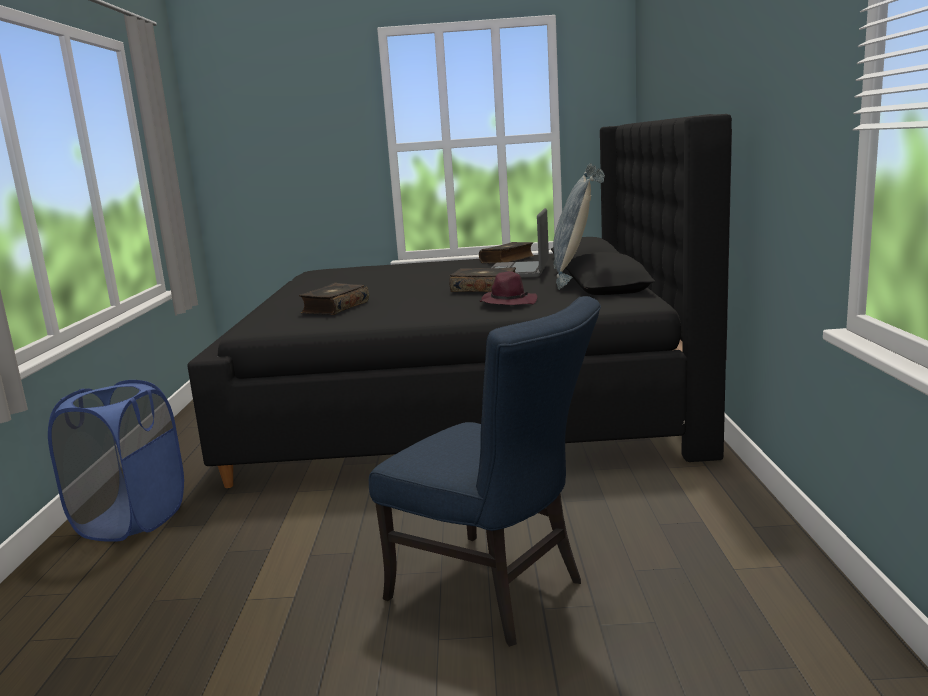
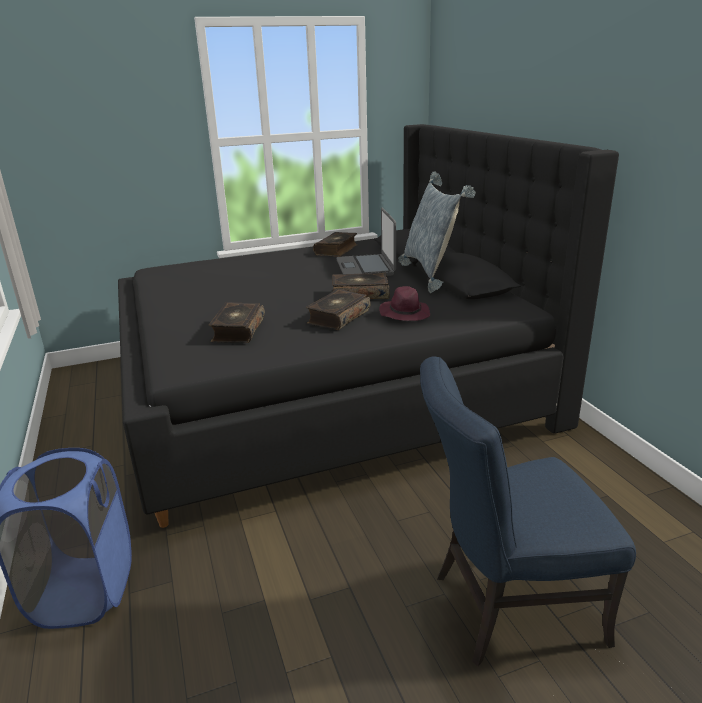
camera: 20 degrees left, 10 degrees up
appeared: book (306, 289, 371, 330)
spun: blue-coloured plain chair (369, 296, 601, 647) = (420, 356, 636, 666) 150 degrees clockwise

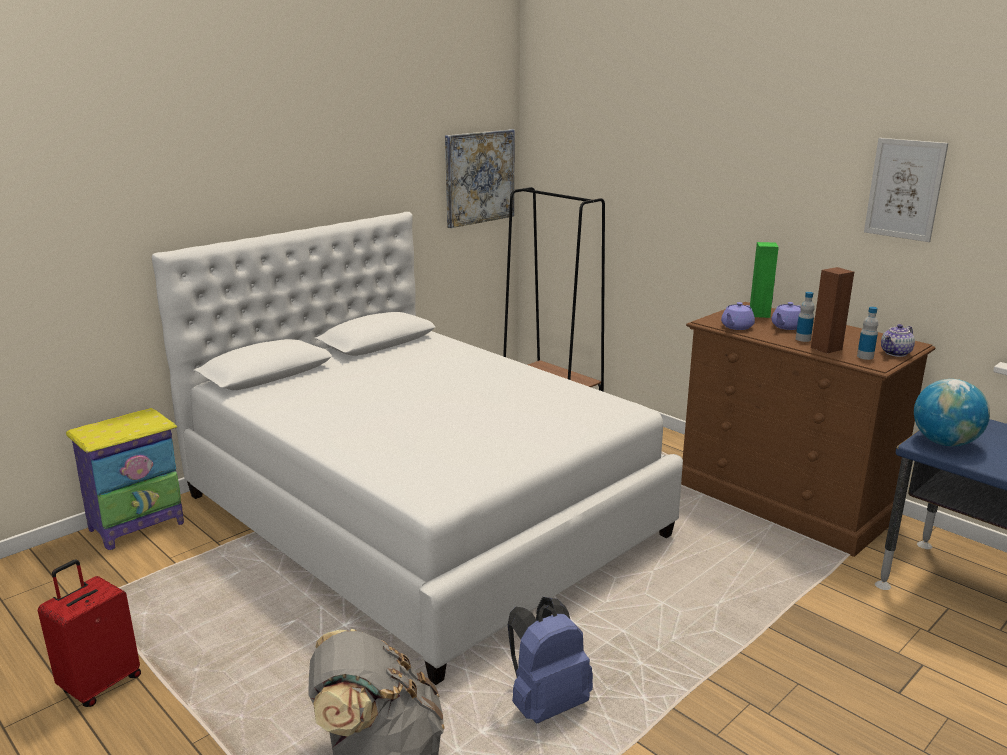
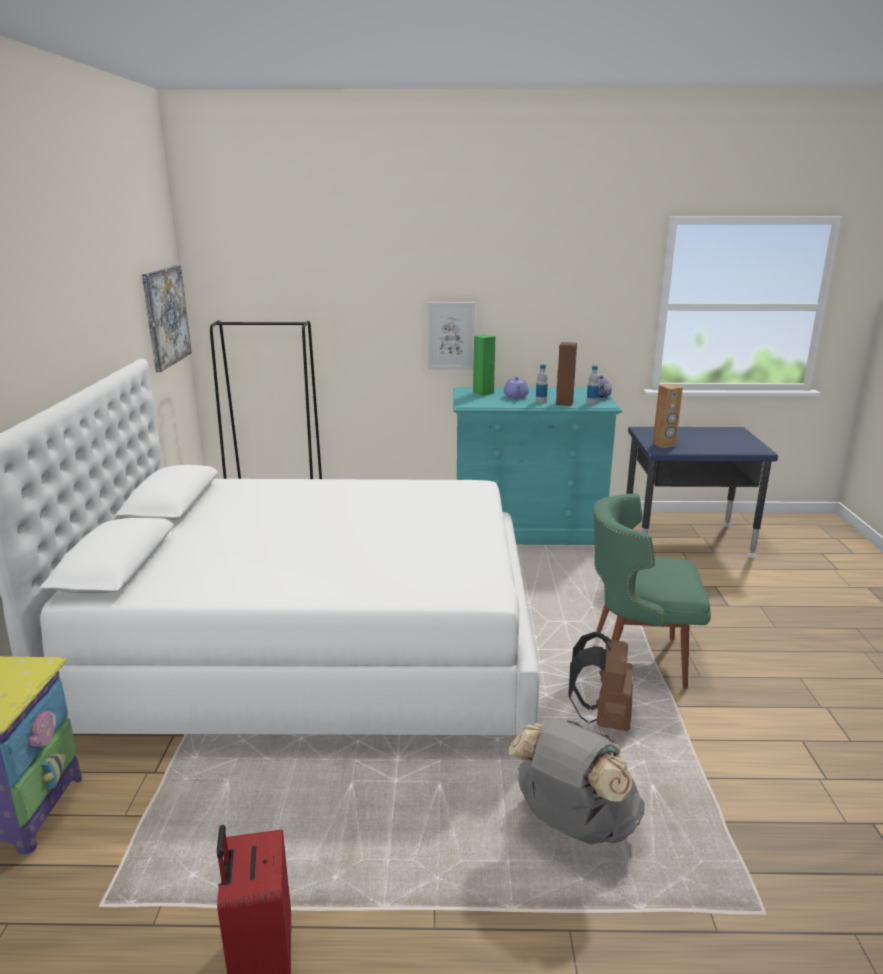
camera: 45 degrees left, 0 degrees up
missing: purple pot for tea (721, 302, 755, 330)
appeared: greenish plain chair (594, 493, 711, 689)
relocated: wall art (864, 138, 948, 242) to (428, 302, 475, 370)
exchanged: world globe (914, 379, 990, 446) to brownish audio speaker (653, 384, 683, 448)
colour: brownish drawer chest (681, 302, 935, 557) to turquoise-coloured drawer chest (453, 387, 622, 545); blue-coloured knapsack (508, 597, 593, 723) to brownish knapsack (568, 632, 633, 731)

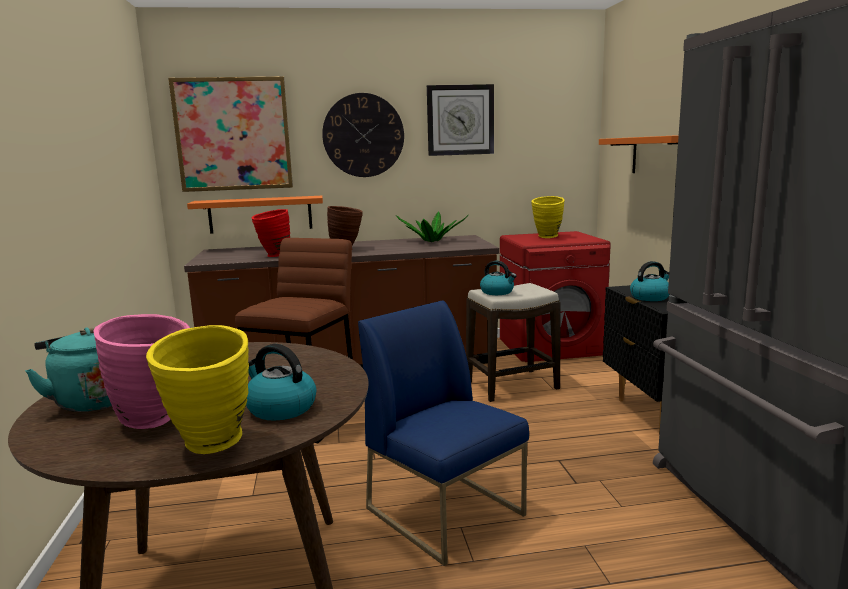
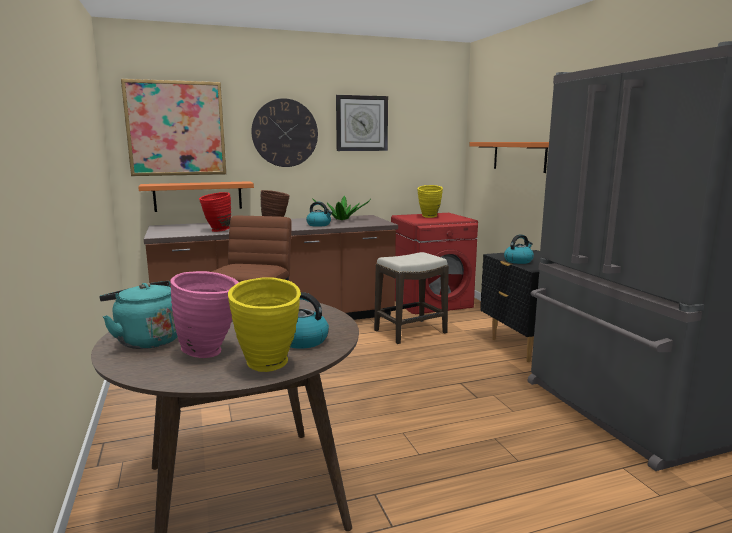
camera: 10 degrees left, 0 degrees up
missing: blue-coloured plain chair (358, 300, 529, 566)
relocated: water kettle (480, 261, 517, 295) to (306, 202, 332, 227)

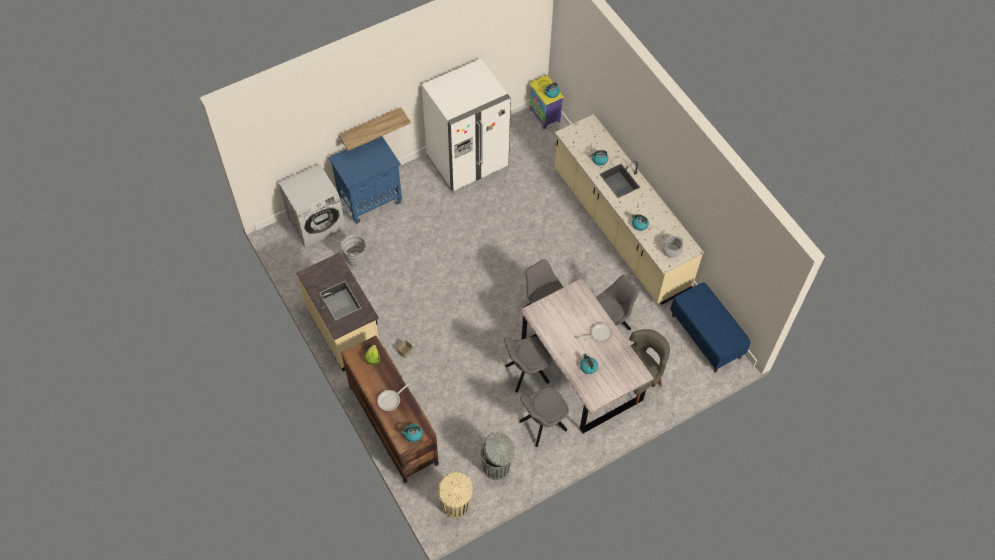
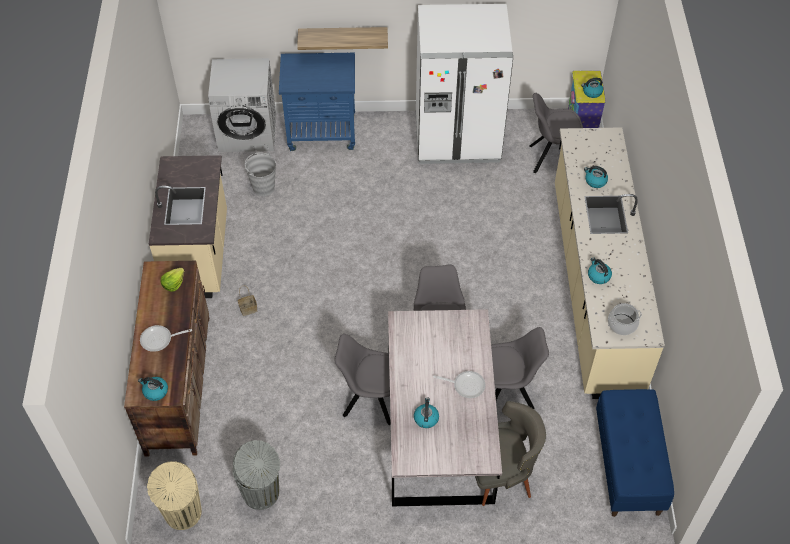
camera: 30 degrees right, 5 degrees down
relocated: grey plain chair (519, 387, 569, 447) to (530, 93, 583, 173)

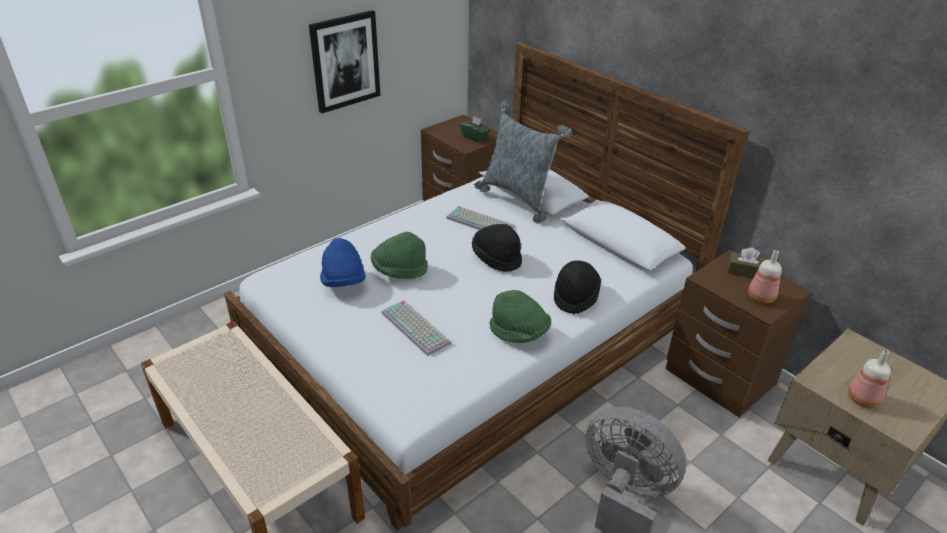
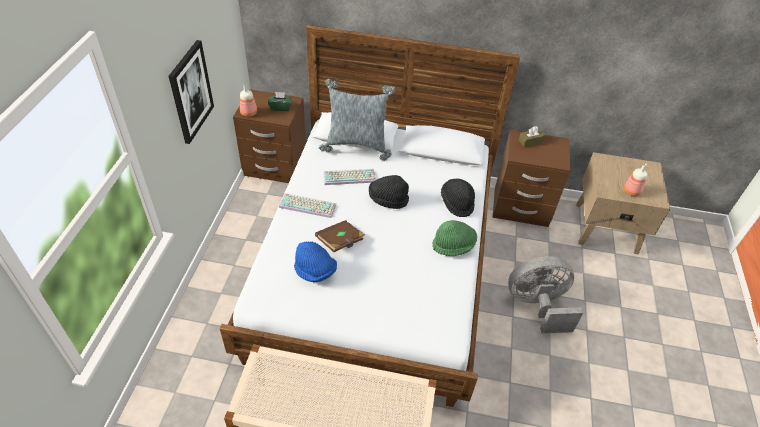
camera: 40 degrees left, 10 degrees up
relocated: drink bottle (748, 250, 782, 304) to (240, 83, 257, 117); computer keyboard (381, 300, 451, 356) to (279, 193, 336, 218)
exchanged: greenish hat (371, 232, 428, 279) to brownish book (315, 220, 365, 252)

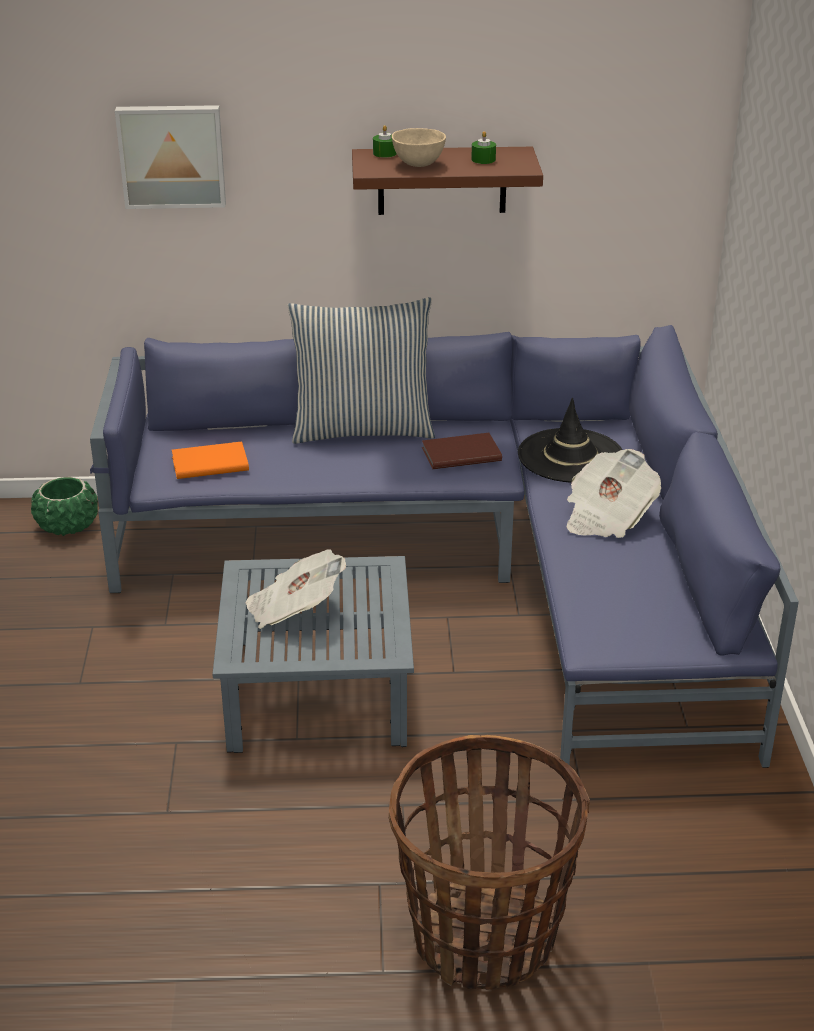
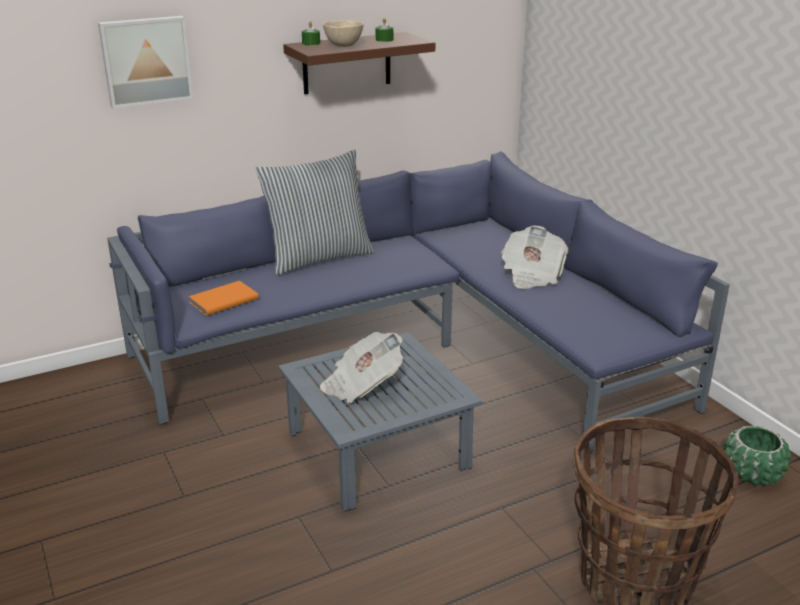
camera: 25 degrees left, 5 degrees down
missing: brownish book (422, 433, 502, 469); black-coloured hat (518, 398, 623, 483)
relocated: greenish flower pot (31, 477, 98, 536) to (723, 425, 791, 485)

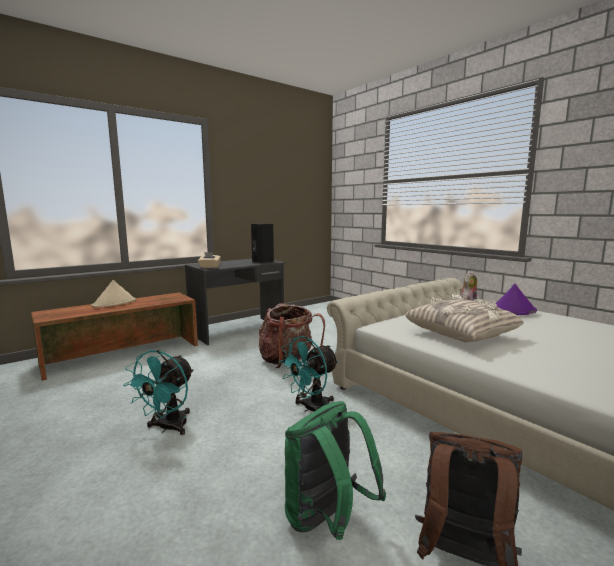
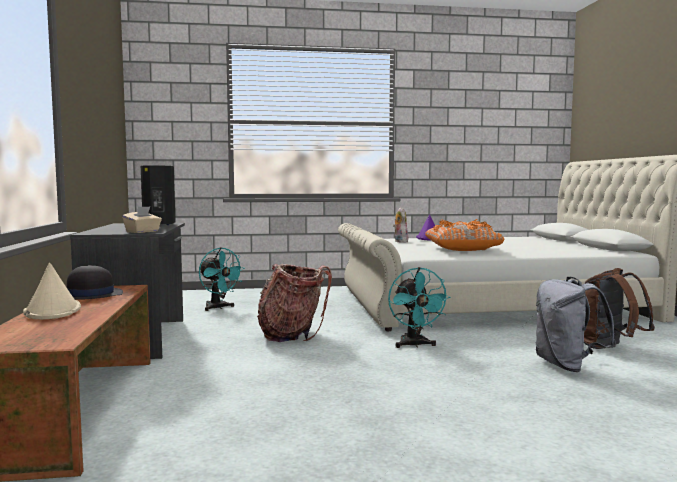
camera: 60 degrees left, 5 degrees down
appeared: black-coloured hat (66, 265, 123, 300)
relocated: turquoise-coloured fan (123, 350, 194, 435) to (199, 247, 245, 311)
colour: beige cushion (405, 294, 524, 342) to orange-coloured cushion (425, 219, 505, 251); greenish knapsack (285, 401, 386, 540) to grey knapsack (536, 277, 616, 372)

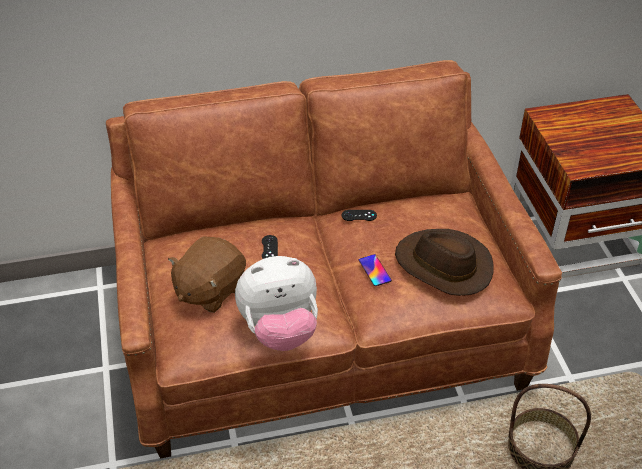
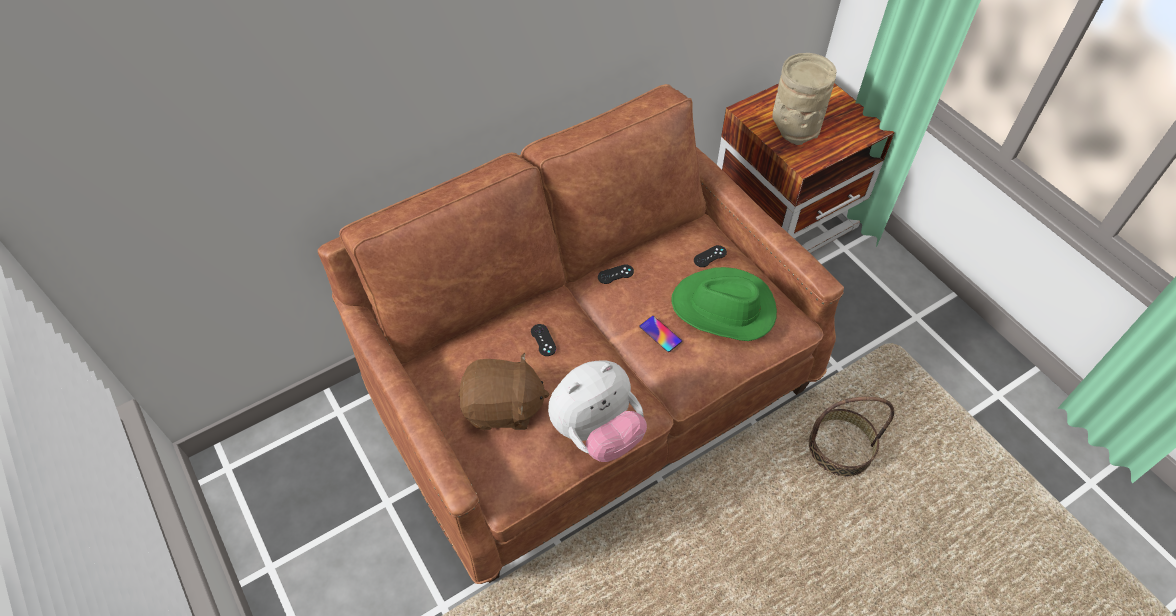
camera: 20 degrees left, 10 degrees up
appeared: black-coloured game controller (694, 245, 727, 267); beige decorative vase (772, 53, 837, 145)
colour: brownish hat (395, 229, 494, 296) to greenish hat (672, 267, 777, 341)
spun: brownish plush toy (168, 237, 246, 313) = (458, 353, 550, 430) 105 degrees counterclockwise

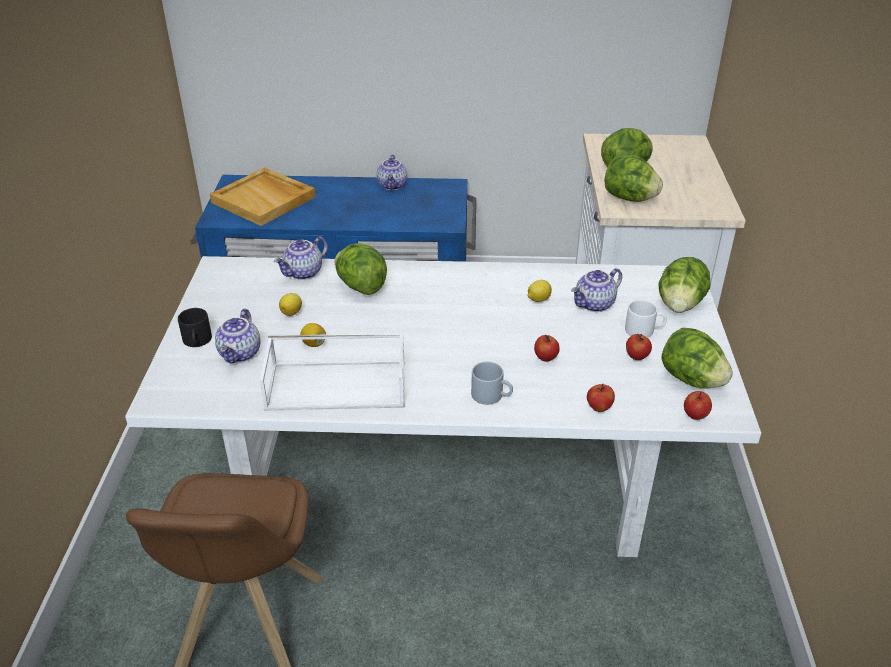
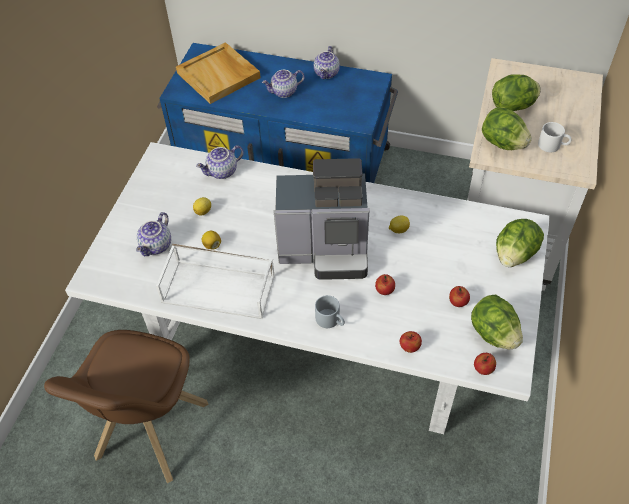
camera: 15 degrees right, 15 degrees up
missing: black-coloured coffee mug (178, 308, 212, 347); lettuce (334, 243, 387, 295)
appeared: coffee maker (274, 158, 369, 280)
relocated: pot for tea (571, 268, 622, 312) to (262, 70, 305, 98); white-coloured coffee mug (625, 300, 667, 338) to (538, 122, 571, 152)

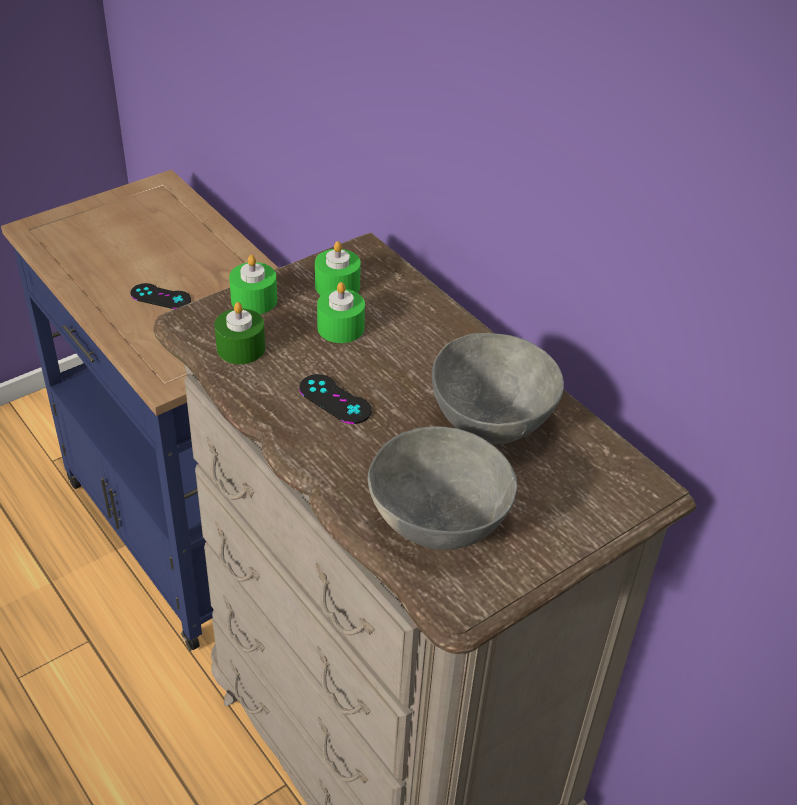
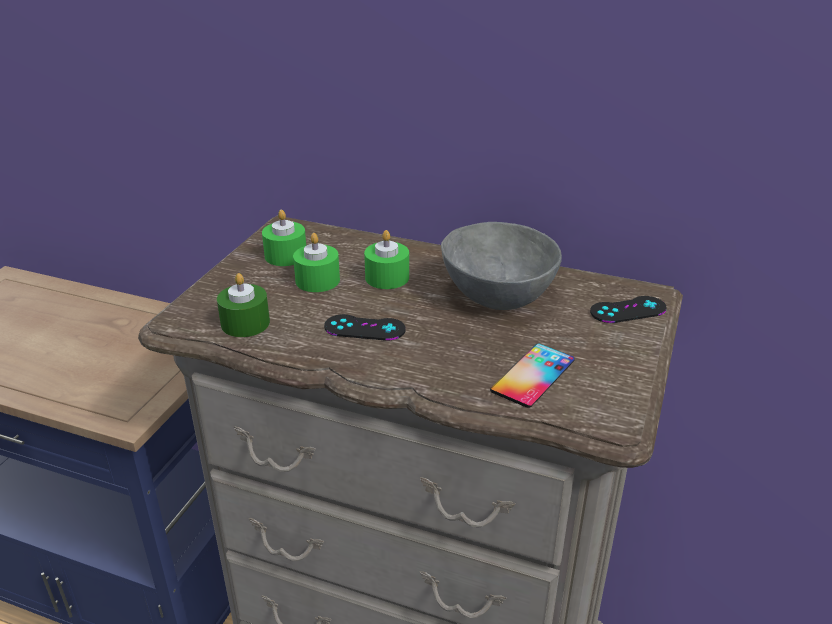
camera: 30 degrees left, 10 degrees down
relocated: greenish wax light (229, 255, 277, 314) to (364, 230, 409, 289); black-coloured game controller (131, 283, 191, 309) to (590, 296, 667, 323)
exchanged: grey bowl (367, 426, 517, 550) to telephone (490, 343, 575, 408)

